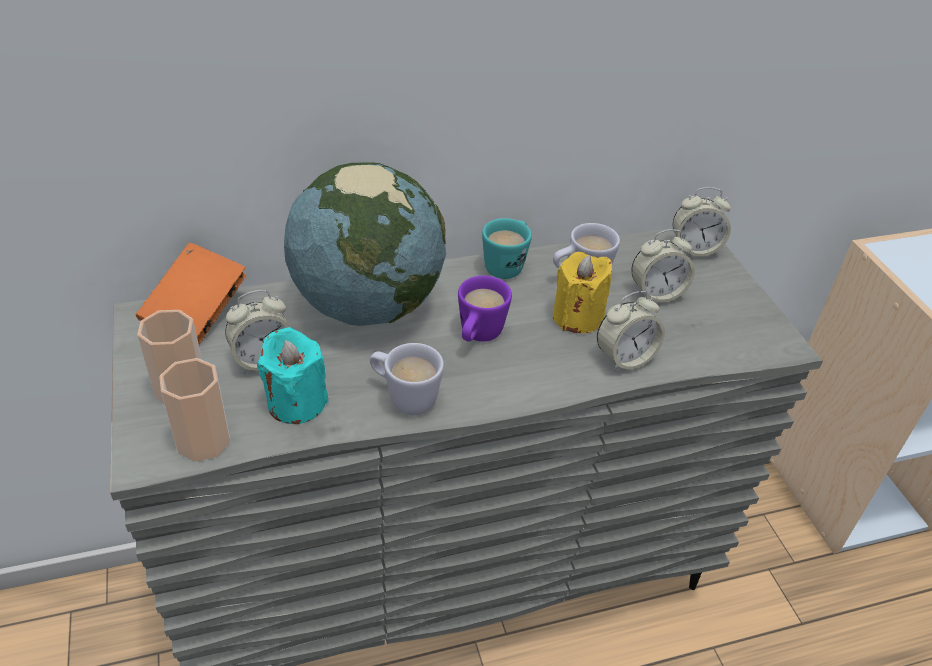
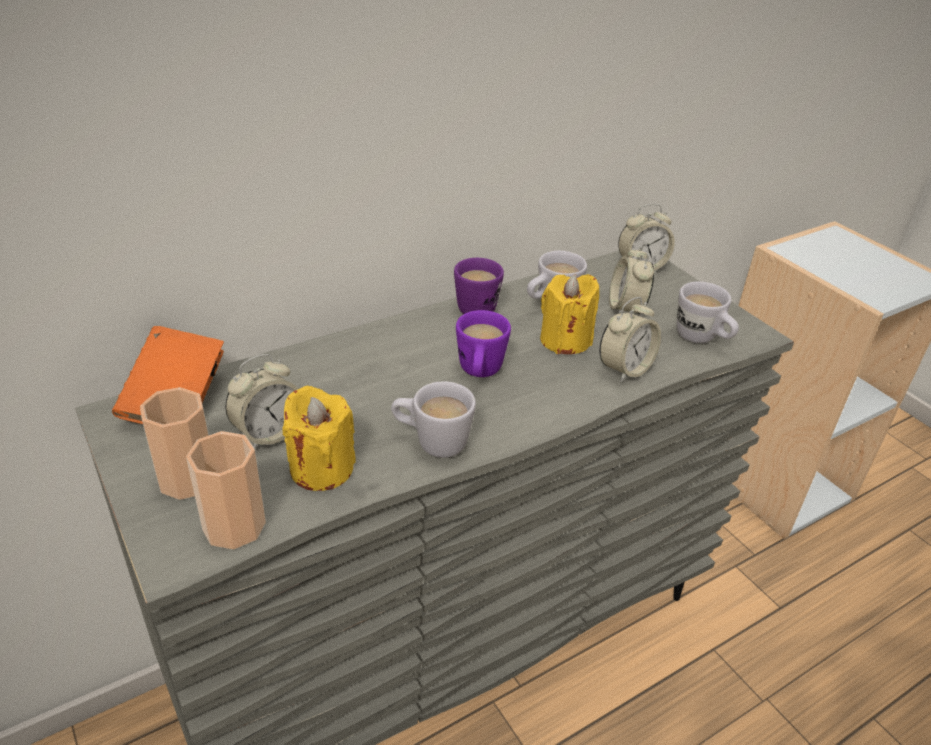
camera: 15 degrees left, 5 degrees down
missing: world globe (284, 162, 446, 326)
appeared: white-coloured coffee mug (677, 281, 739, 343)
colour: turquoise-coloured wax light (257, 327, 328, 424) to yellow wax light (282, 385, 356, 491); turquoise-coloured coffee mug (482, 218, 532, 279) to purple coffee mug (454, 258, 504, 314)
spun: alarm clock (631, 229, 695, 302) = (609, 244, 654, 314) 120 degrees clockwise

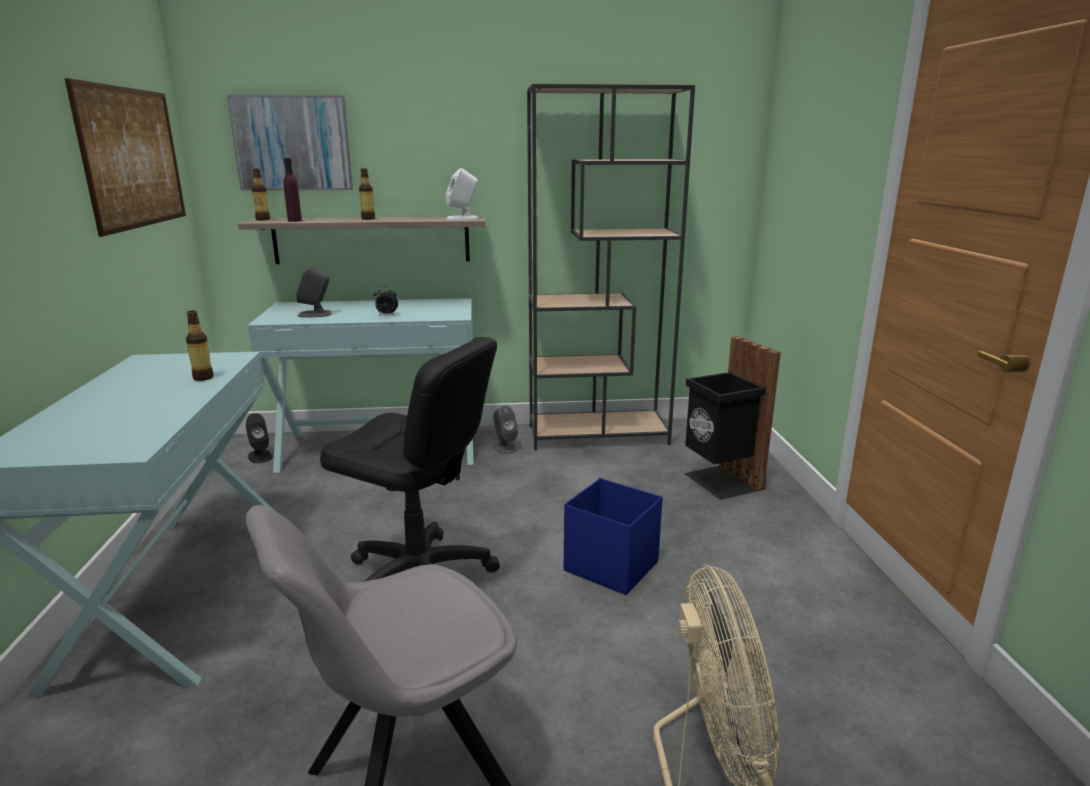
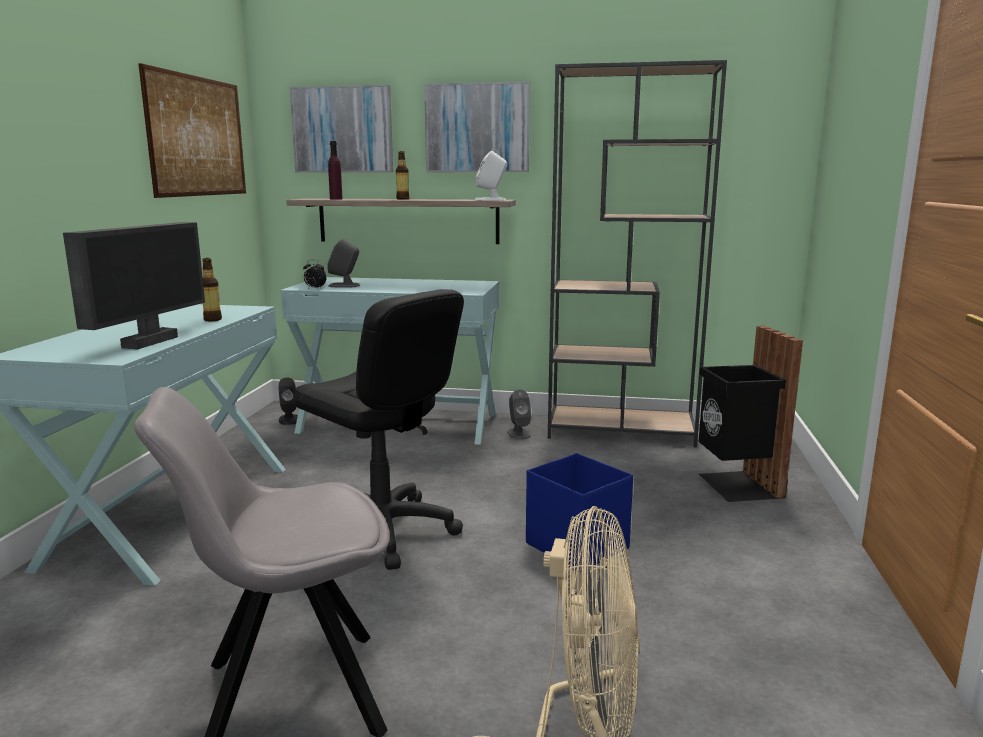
camera: 15 degrees right, 5 degrees down
missing: drink bottle (252, 168, 270, 220)
appeared: monitor (63, 222, 205, 350); wall art (424, 81, 530, 172)
relocated: alarm clock (374, 286, 398, 316) to (303, 260, 327, 289)

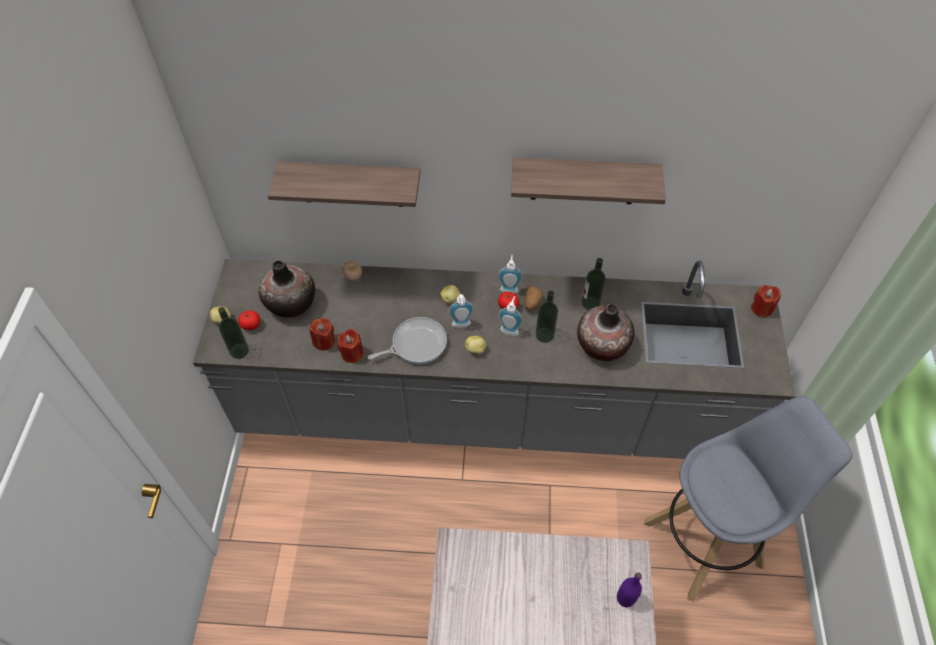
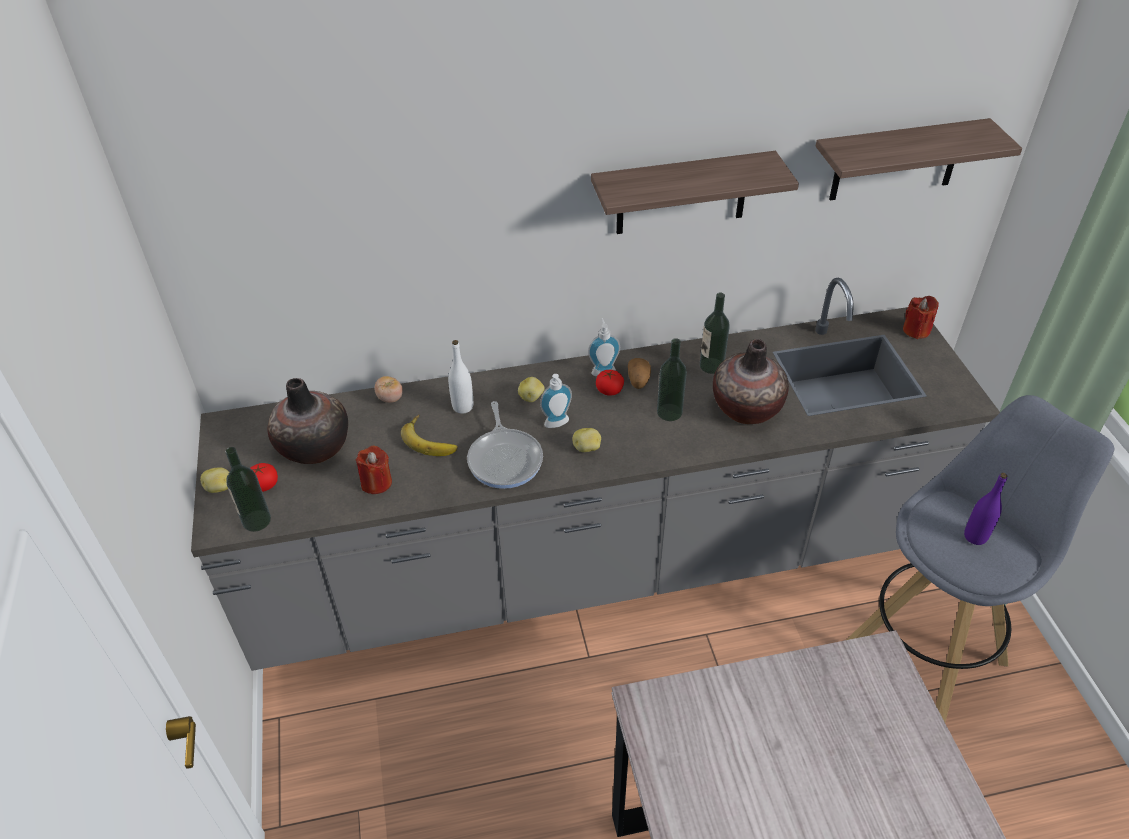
camera: 15 degrees left, 10 degrees down
missing: red-coloured wax light (337, 329, 363, 363); soap bottle (498, 296, 523, 336)
appeared: whole banana (401, 415, 458, 456); white-coloured drink bottle (448, 340, 473, 414)
relocated: shelf (268, 162, 421, 207) to (816, 118, 1022, 200); purple drink bottle (617, 572, 642, 607) to (964, 473, 1007, 545)
spun: pan (368, 317, 447, 364) = (467, 401, 543, 489) 120 degrees clockwise

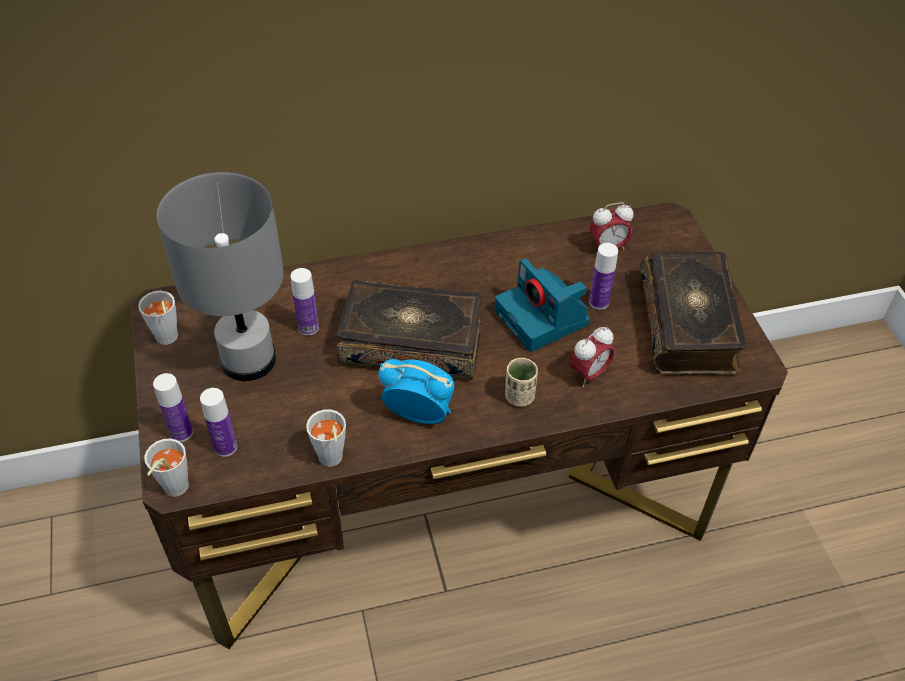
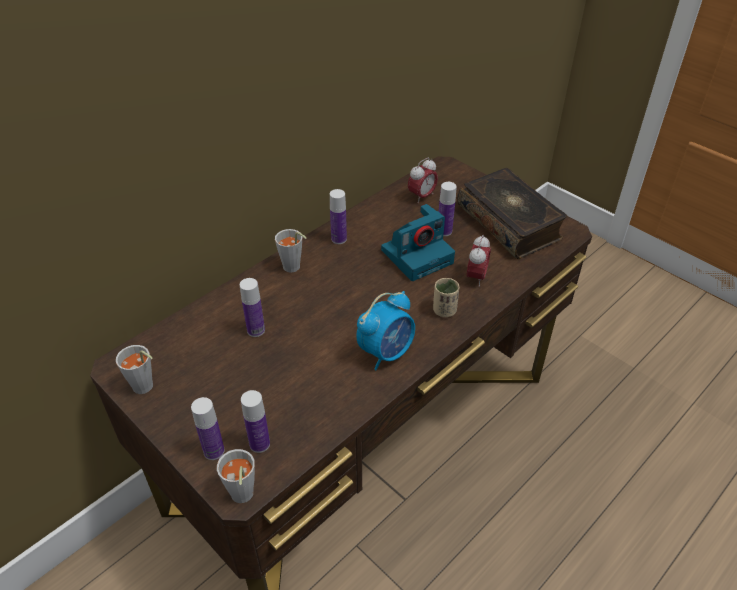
camera: 30 degrees left, 5 degrees down
missing: grey table lamp (157, 172, 283, 381); book (336, 280, 482, 380)
appeared: drink bottle (330, 189, 347, 244)
relocated: grey cup (306, 409, 346, 467) to (275, 229, 307, 273)
spun: alarm clock (378, 359, 454, 424) = (356, 291, 415, 370) 150 degrees clockwise; photo camera (494, 258, 590, 352) = (381, 204, 455, 281) 60 degrees counterclockwise

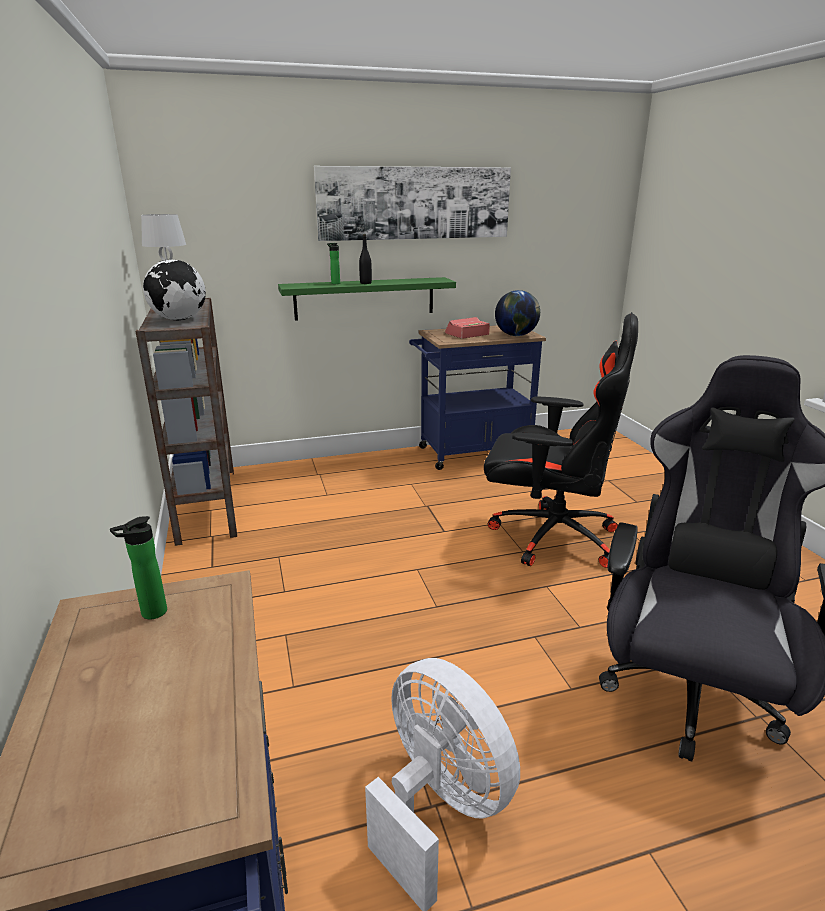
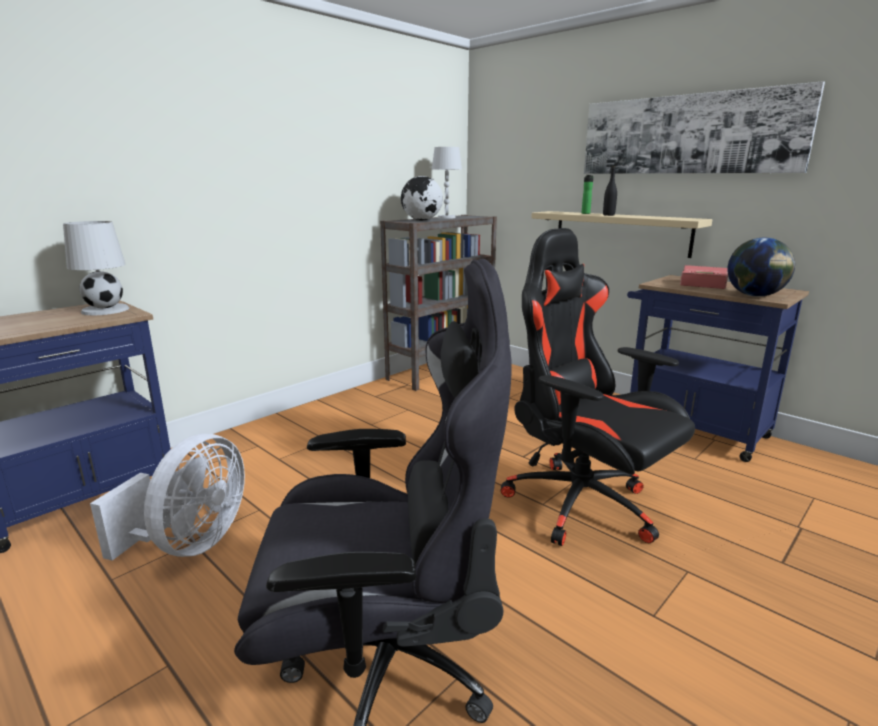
camera: 60 degrees right, 5 degrees down
exchanged: drink bottle (110, 516, 167, 619) to white-coloured table lamp (63, 221, 129, 315)
colour: greenish shelf (278, 277, 456, 321) to beige shelf (531, 211, 713, 258)
spun: black-coloured computer chair (484, 312, 638, 568) = (501, 228, 695, 546) 150 degrees clockwise

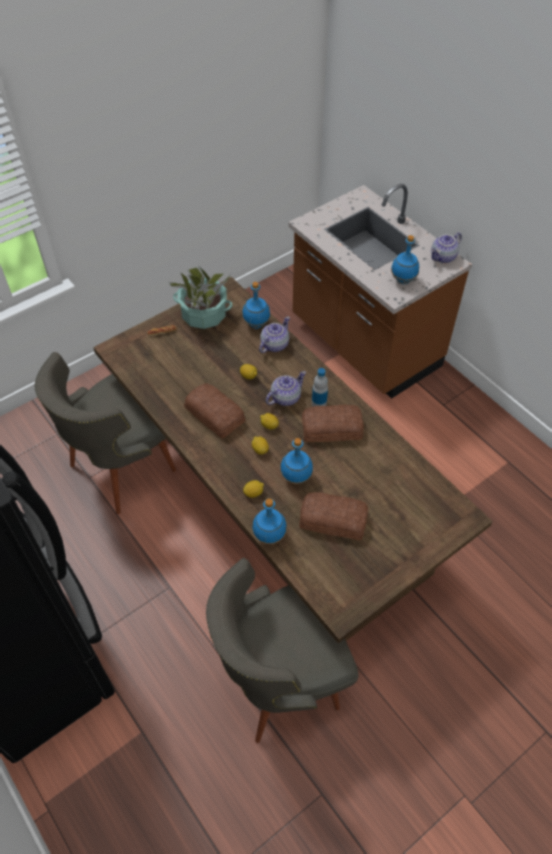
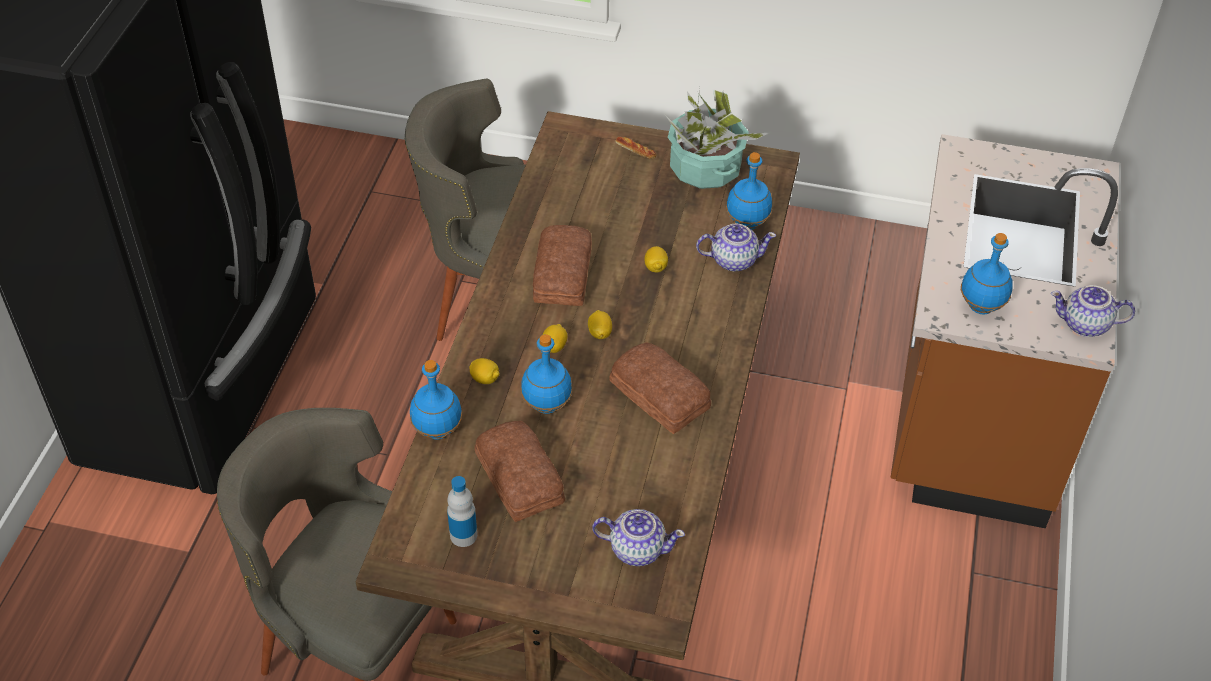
camera: 50 degrees right, 5 degrees down
relocated: drink bottle (312, 368, 328, 406) to (447, 476, 477, 547); pot for tea (266, 371, 306, 406) to (592, 509, 685, 566)

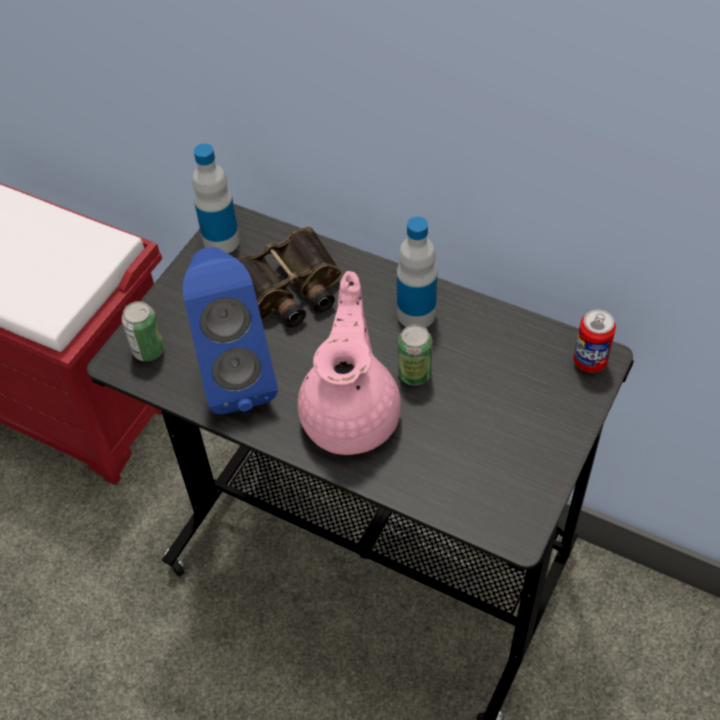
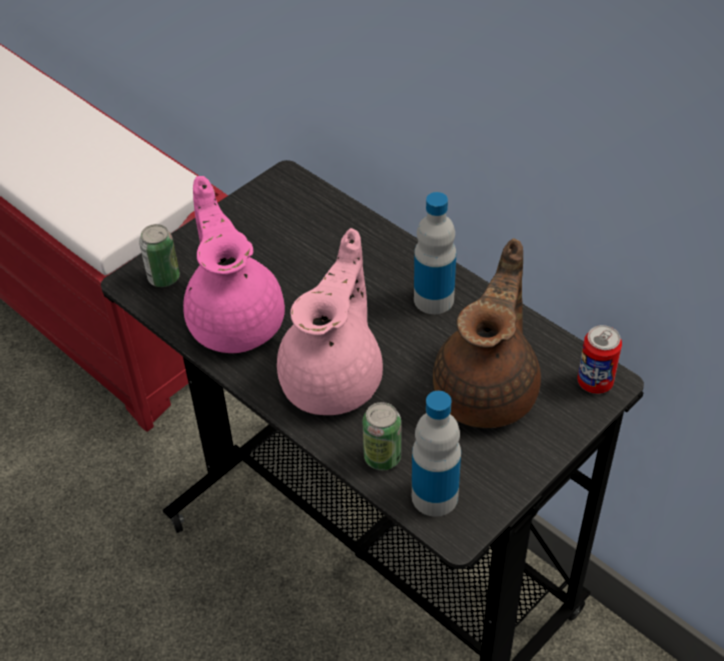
camera: 15 degrees right, 5 degrees down
missing: binoculars (237, 227, 341, 327)
appeared: brownish pot for tea (433, 239, 541, 428)
relocated: sealed can (398, 324, 432, 386) to (362, 402, 401, 470); drink bottle (192, 143, 240, 253) to (412, 391, 461, 517)
exchanged: blue-coloured audio speaker (183, 247, 278, 414) to pinkish pot for tea (183, 176, 285, 353)

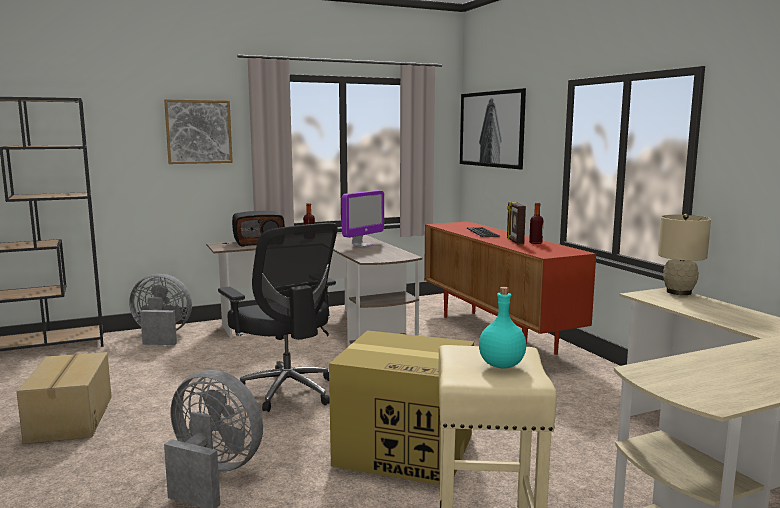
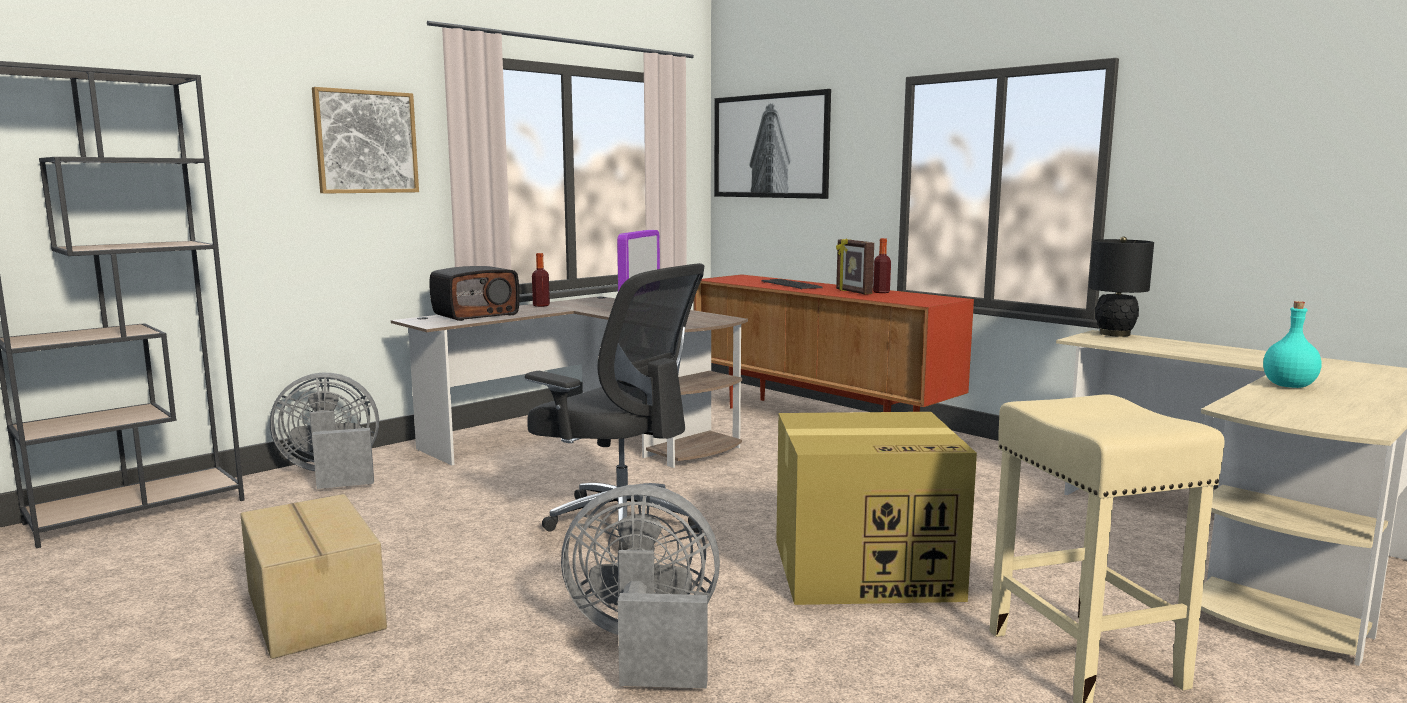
camera: 20 degrees left, 0 degrees up
relocated: turquoise-coloured drink bottle (479, 287, 526, 369) to (1263, 301, 1321, 388)
colour: beige table lamp (658, 214, 711, 295) to black-coloured table lamp (1089, 236, 1154, 337)

